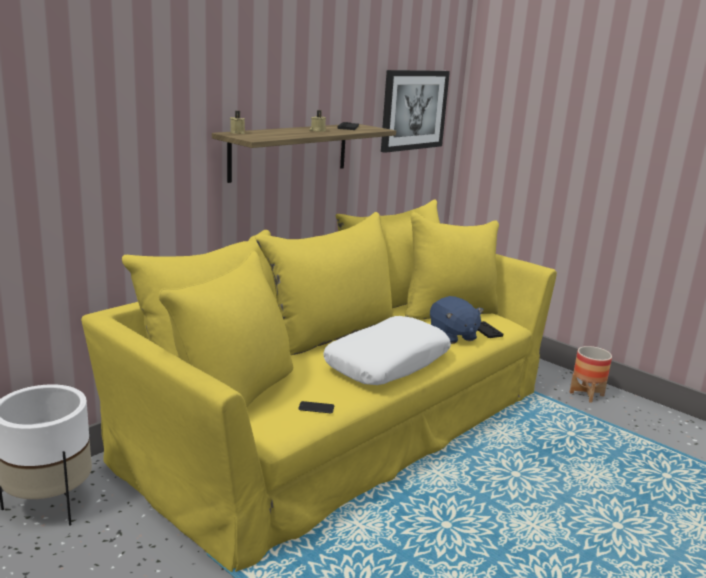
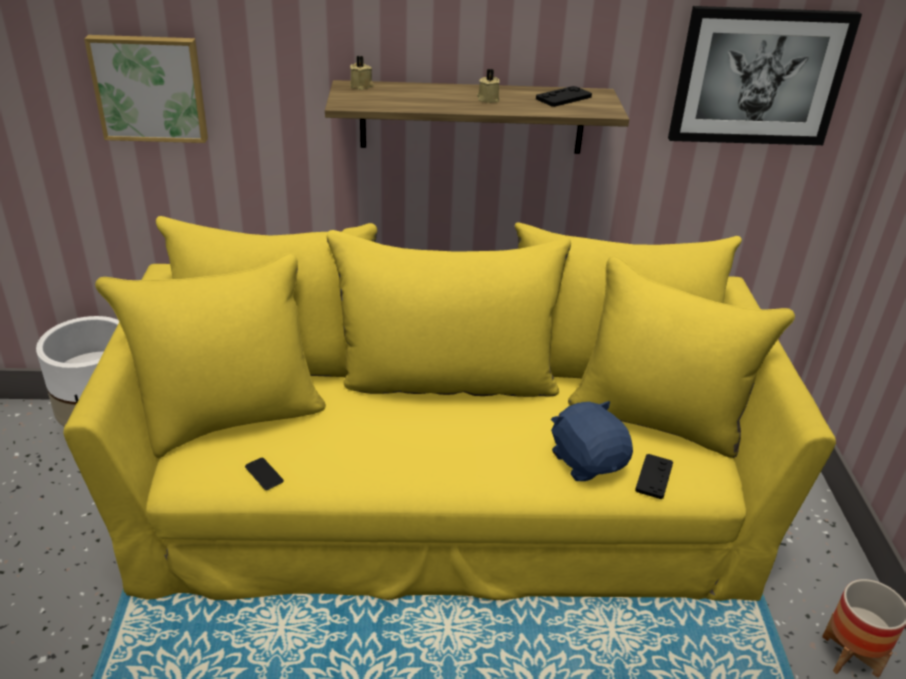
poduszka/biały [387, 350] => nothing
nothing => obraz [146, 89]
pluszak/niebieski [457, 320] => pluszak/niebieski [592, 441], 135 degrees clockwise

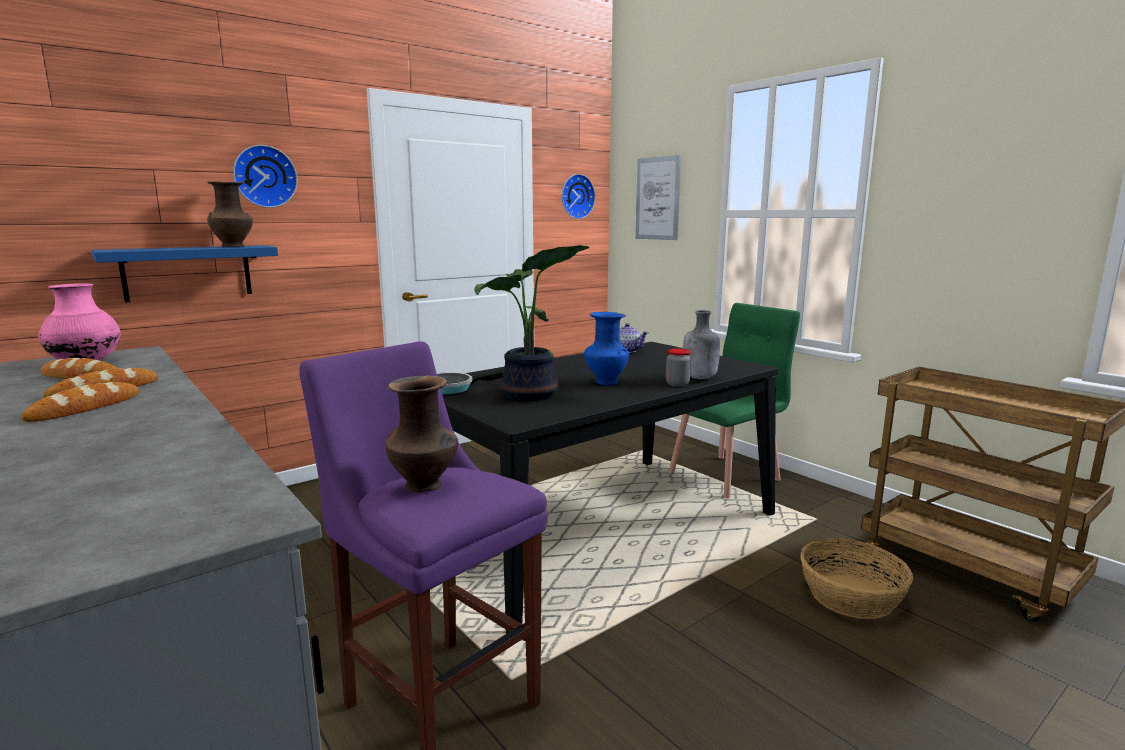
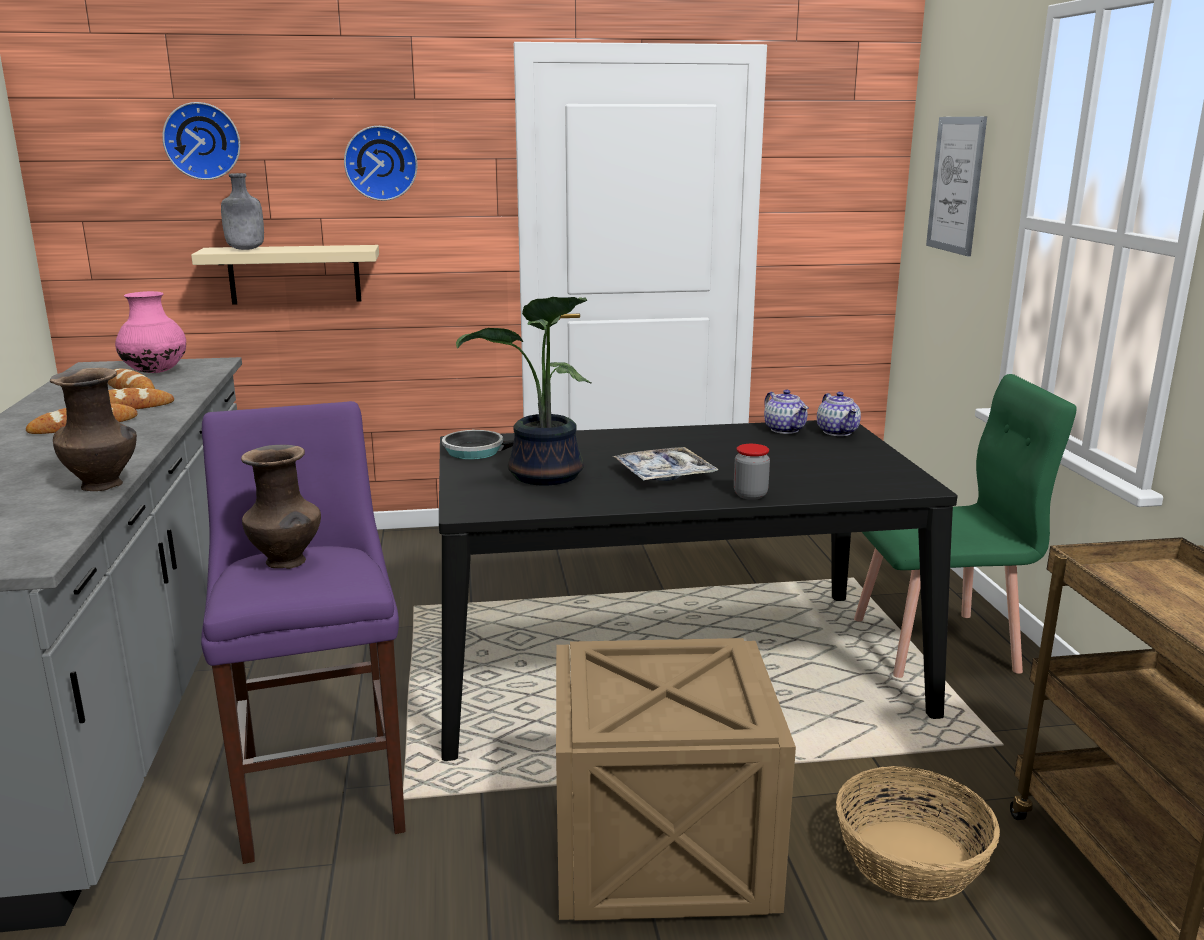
nothing => skrzynka [676, 779]
nothing => imbryk [839, 414]
wazon/brązowy [230, 214] => wazon/brązowy [93, 429], move
zegar ścienny [578, 196] => zegar ścienny [201, 141], move
butelka/szary [701, 344] => butelka/szary [242, 211], move
wazon/niebieski [606, 348] => taca [666, 464]
półka/niebieski [185, 274] => półka/beżowy [285, 274]

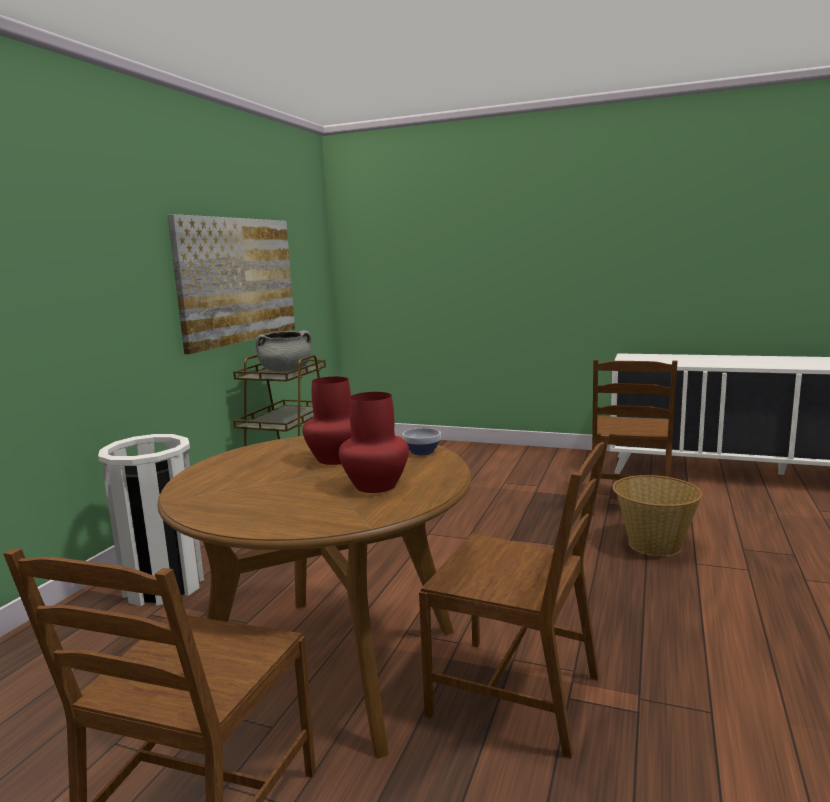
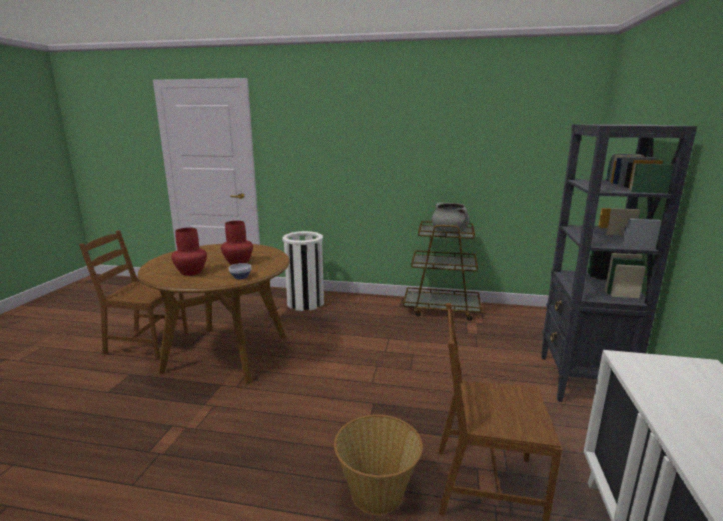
obraz [231, 284] => nothing
krzesło/brązowy [514, 596] => nothing
nothing => regał/czarny [619, 263]

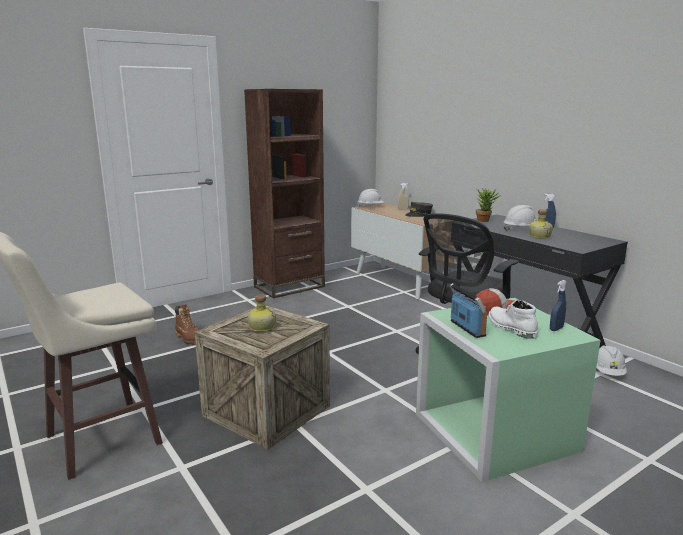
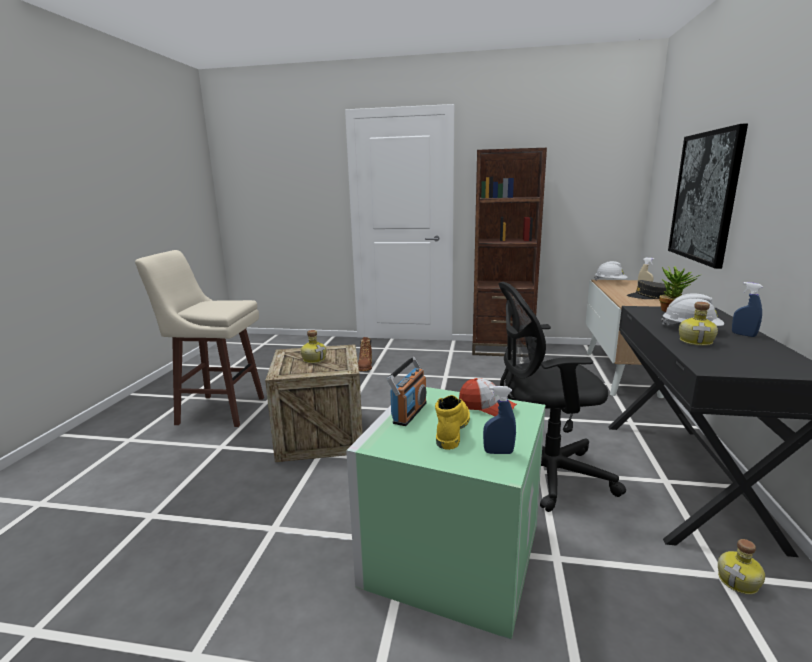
nothing => obraz [708, 196]
kask/biały [611, 360] => butelka [741, 567]
but z cholewką/biały [513, 319] => but z cholewką/żółty [452, 422]

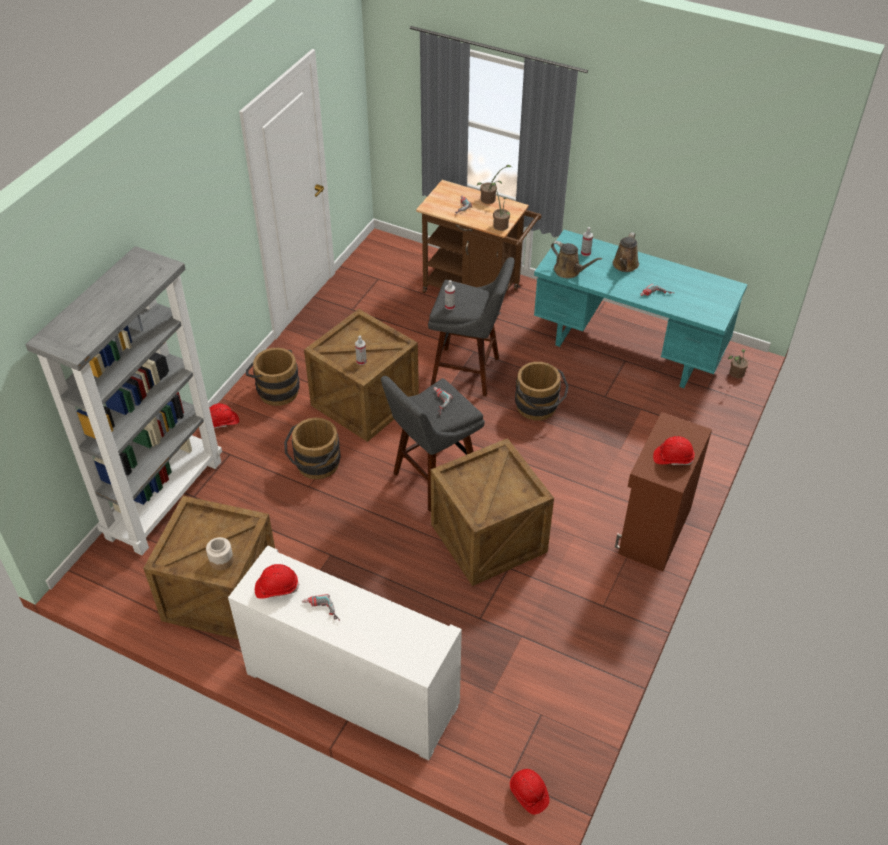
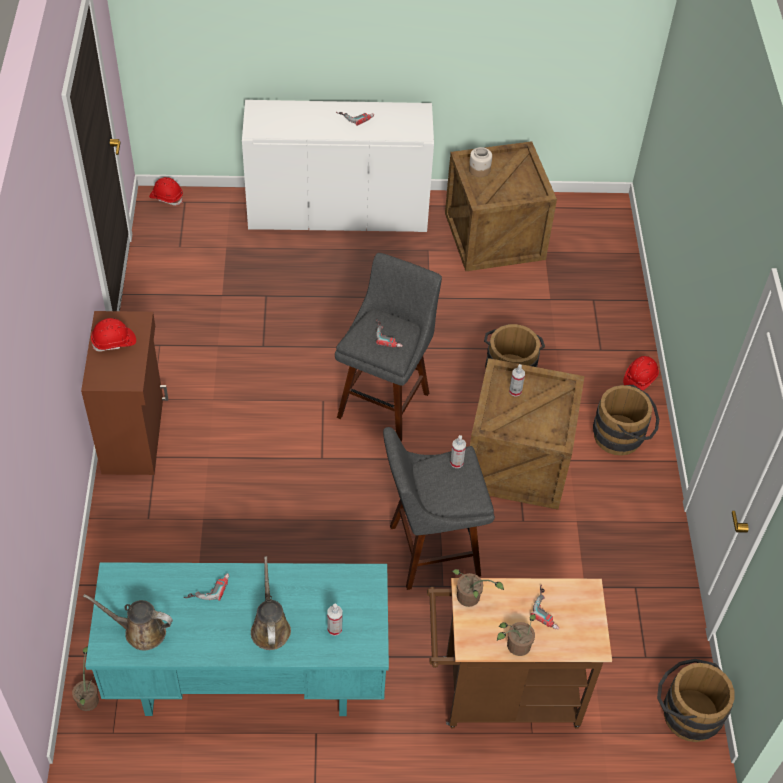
regał/szary [123, 400] => nothing
kask/czerwony [277, 581] => nothing
skrzynka [492, 512] => nothing
wiadro/brązowy [542, 391] => wiadro/brązowy [696, 700], move
konewka/brązowy [576, 259] => konewka/brązowy [128, 622], move

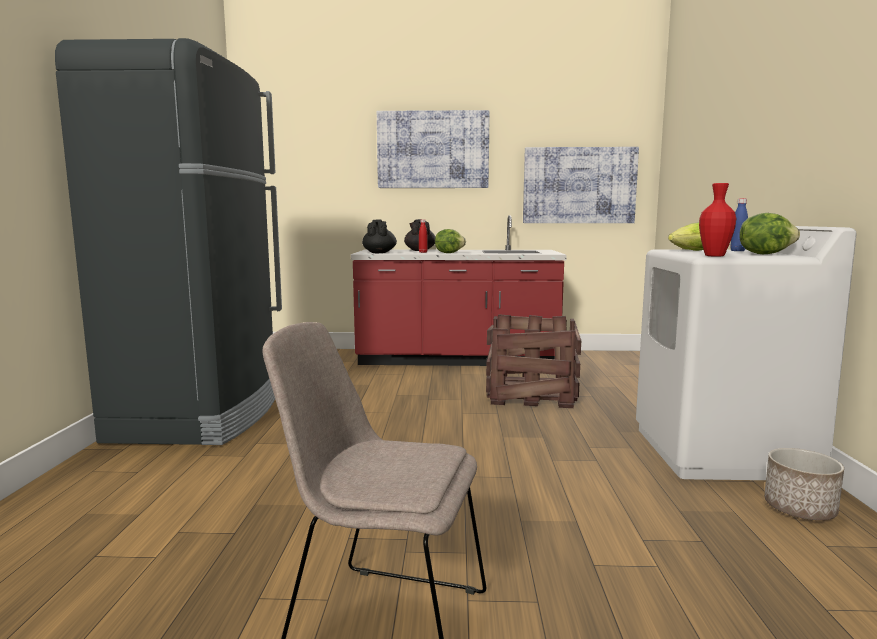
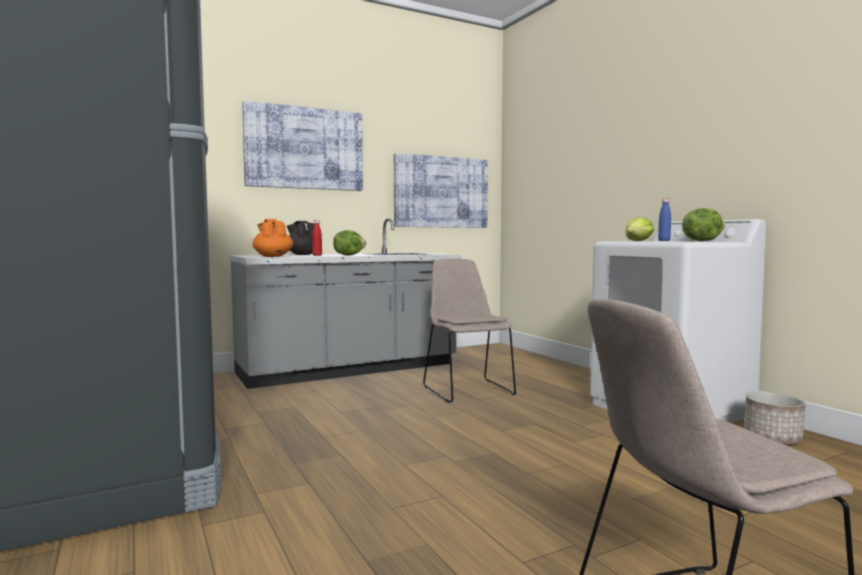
wazon/czerwony [717, 220] => nothing
skrzynka [533, 361] => krzesło/beżowy [469, 330]
zabudowa kuchenna/czerwony [459, 290] => zabudowa kuchenna/szary [344, 303]
imbryk/czarny [379, 236] => imbryk/pomarańczowy [273, 238]

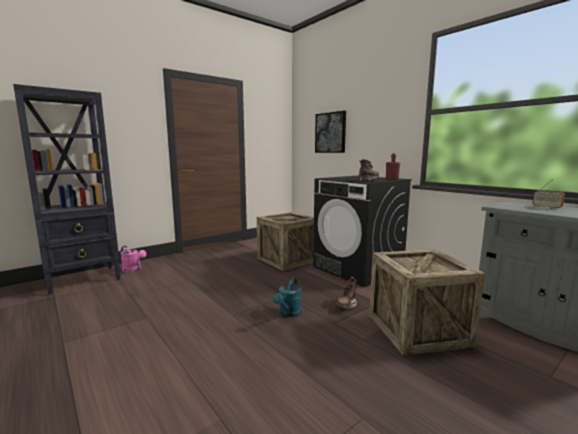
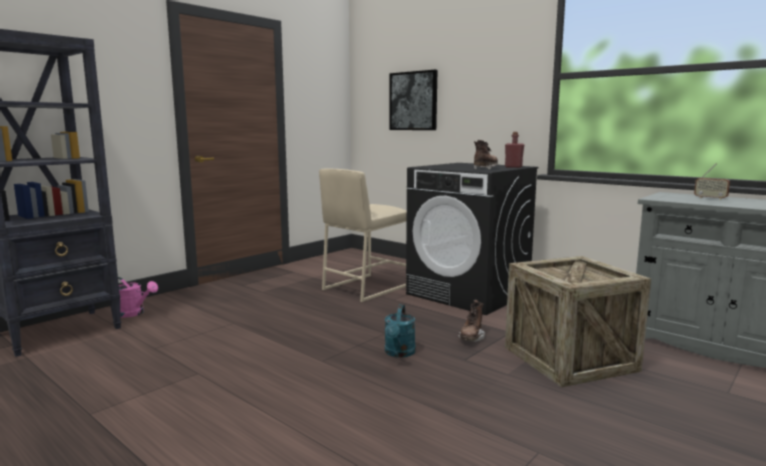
skrzynka [285, 241] => stołek/beżowy [363, 235]

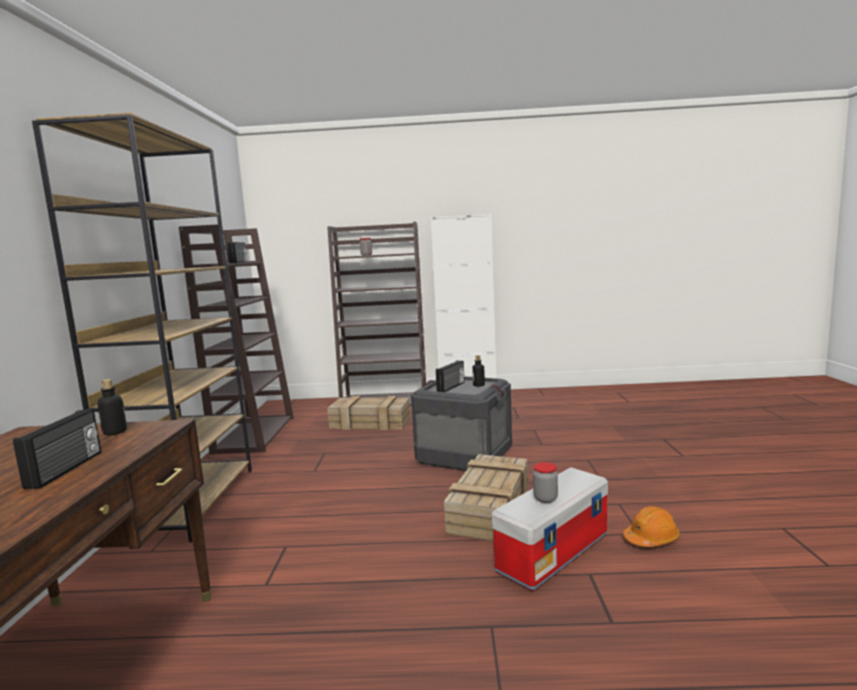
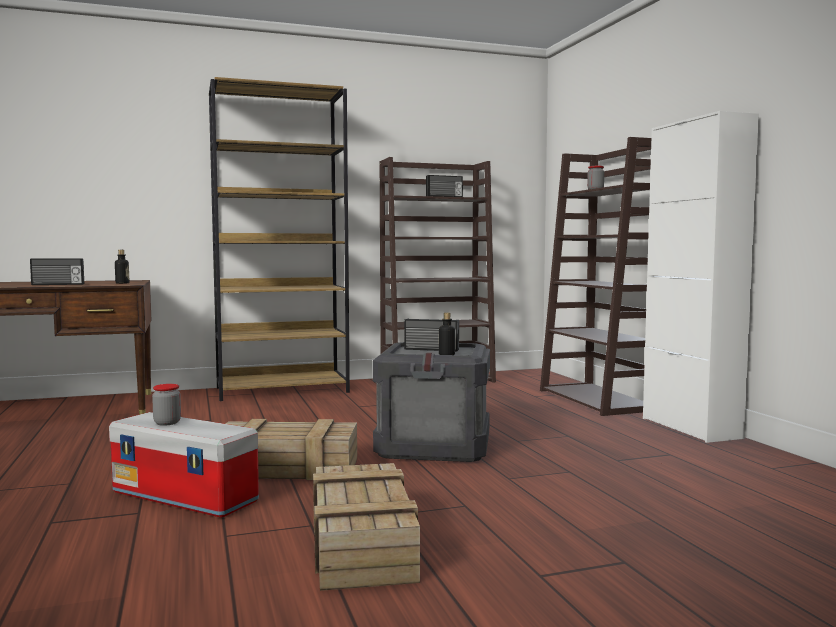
kask/pomarańczowy [651, 526] => nothing
skrzynka [368, 413] => skrzynka [366, 527], move

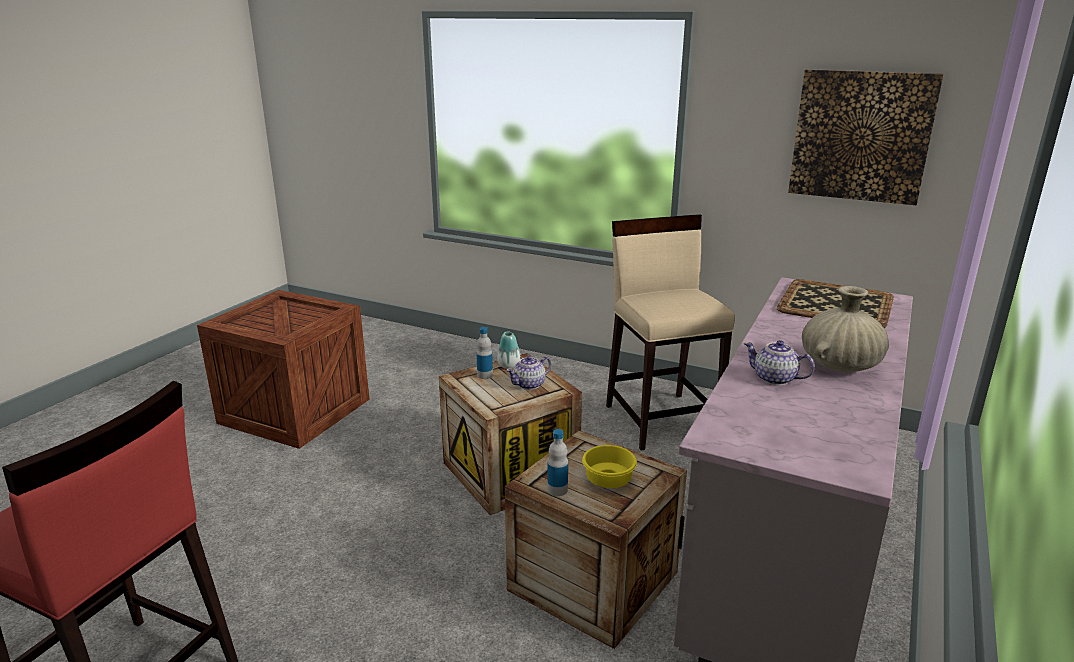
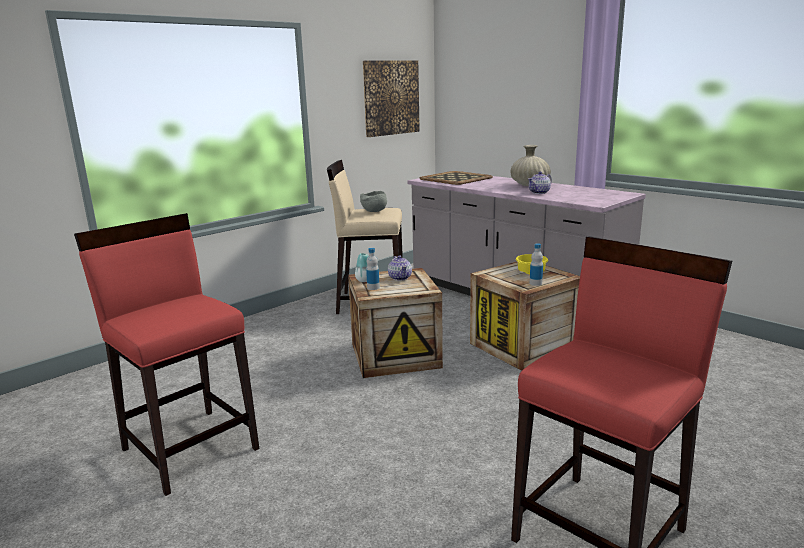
nothing => miska/szary [373, 201]
skrzynka [283, 369] => stołek/czerwony [166, 354]

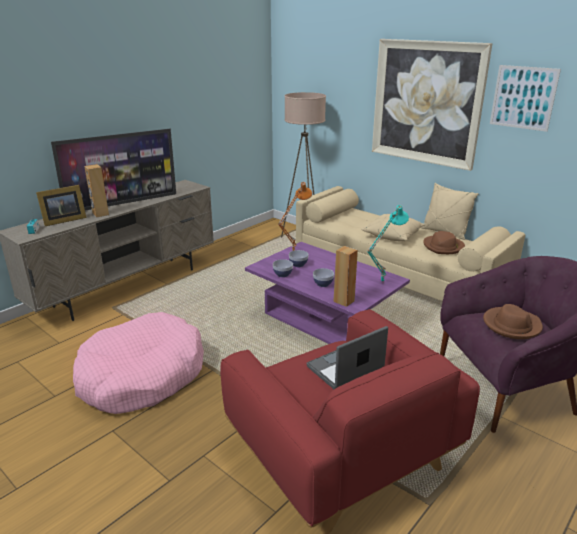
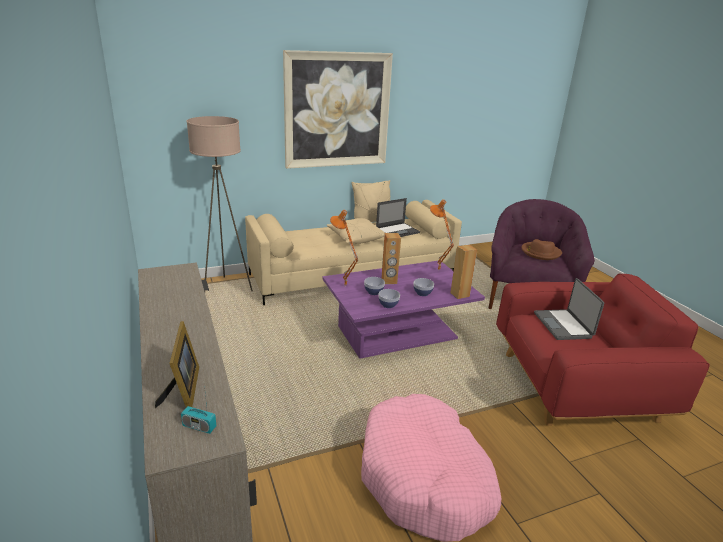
telewizor [113, 170] => nothing
obraz [525, 98] => nothing
głośnik/brązowy [96, 190] => głośnik/brązowy [391, 258], move
kapelusz/brązowy [444, 242] => laptop [398, 217]
lampa stołowa/turkusowy [388, 244] => lampa stołowa/pomarańczowy [442, 235]

